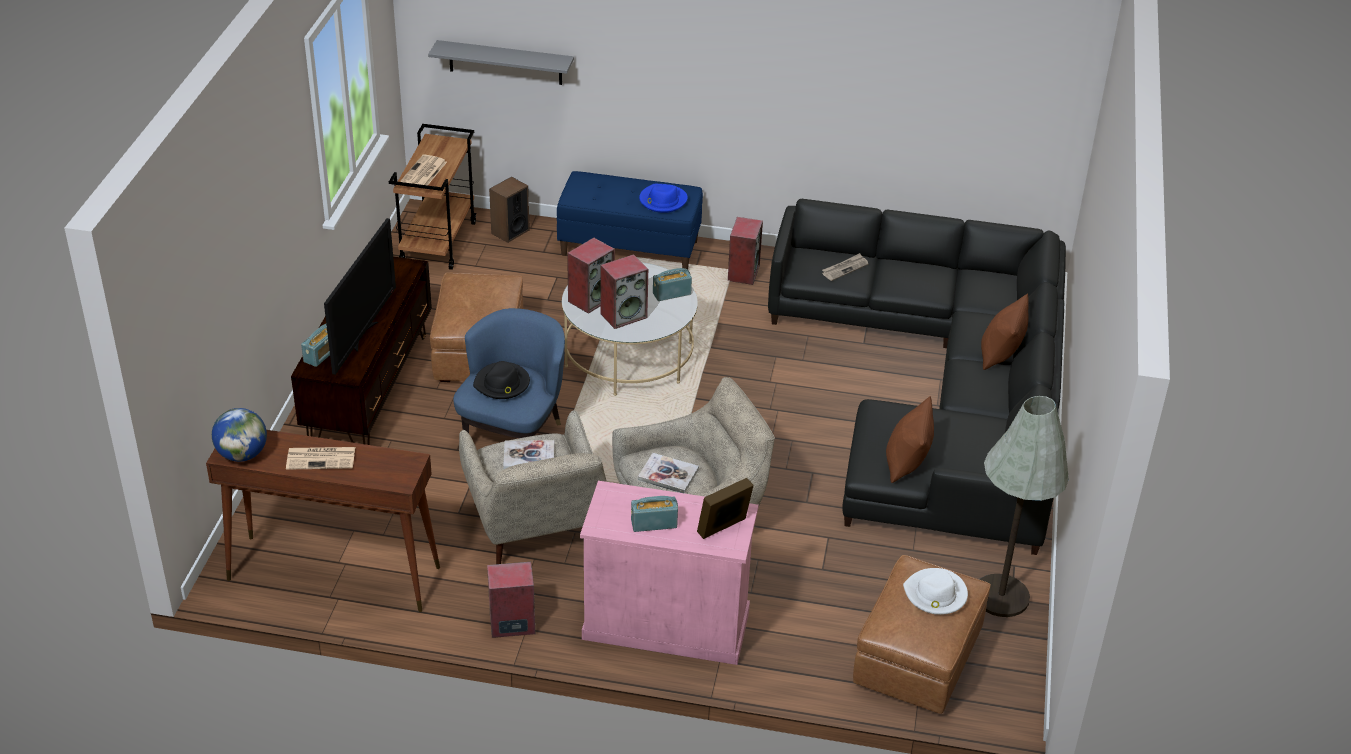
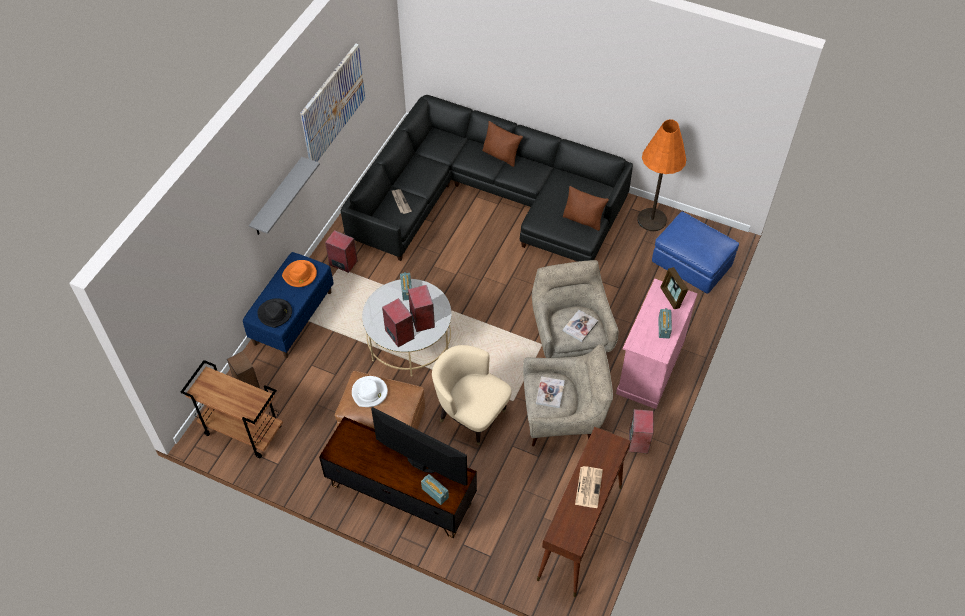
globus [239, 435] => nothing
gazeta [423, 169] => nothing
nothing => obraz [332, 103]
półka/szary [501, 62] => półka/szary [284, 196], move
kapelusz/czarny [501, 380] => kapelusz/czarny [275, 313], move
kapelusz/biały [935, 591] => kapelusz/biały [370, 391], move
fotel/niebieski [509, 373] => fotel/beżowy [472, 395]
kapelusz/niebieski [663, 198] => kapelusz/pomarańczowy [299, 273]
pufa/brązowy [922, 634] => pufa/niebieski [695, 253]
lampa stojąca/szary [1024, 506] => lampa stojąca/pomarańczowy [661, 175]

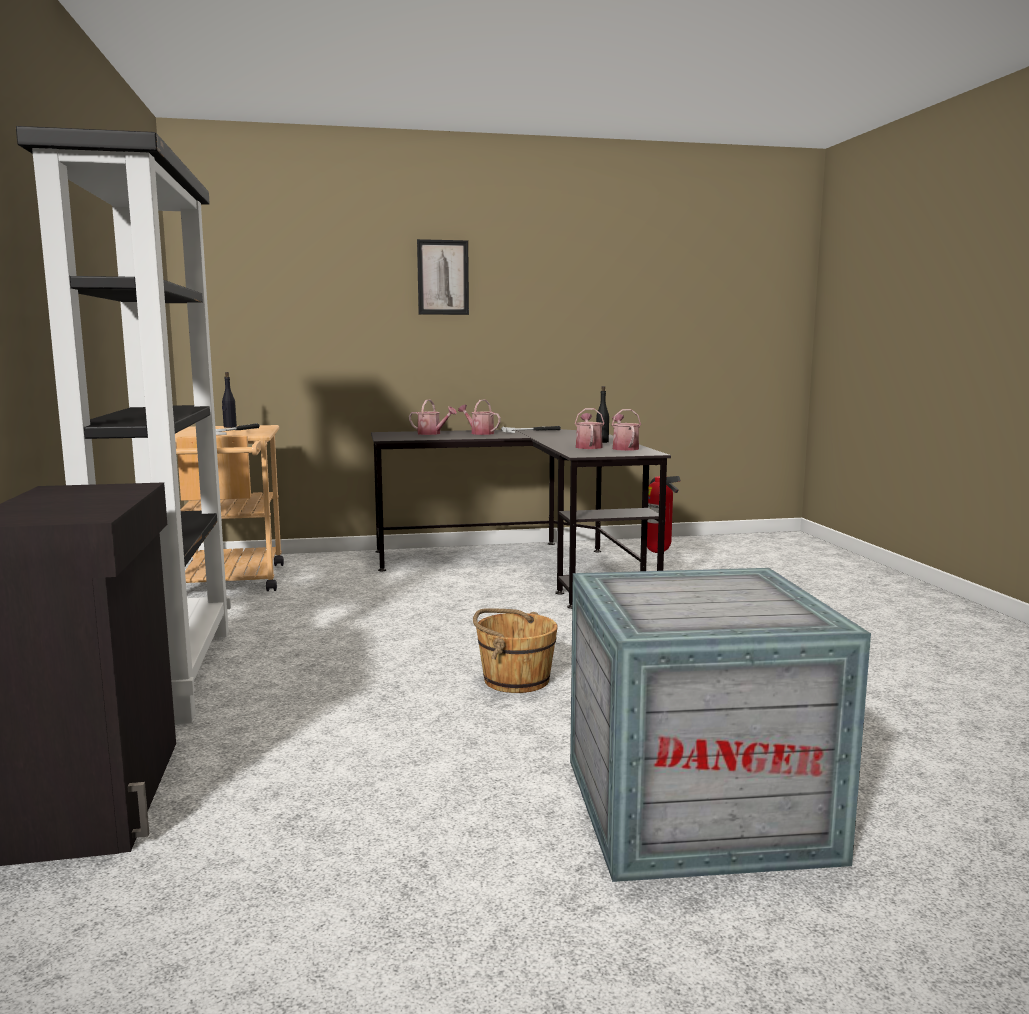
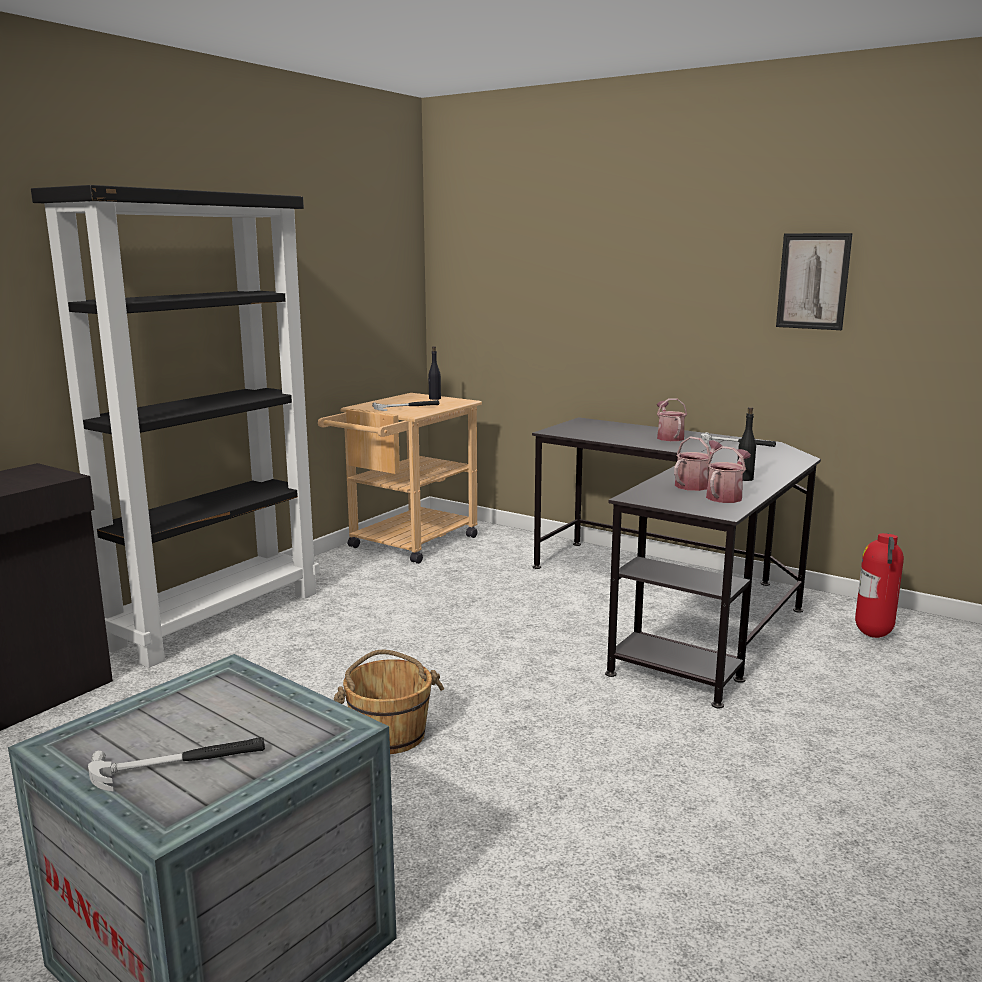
konewka [433, 417] => nothing
nothing => młotek [176, 764]
obraz [443, 277] => obraz [814, 281], move

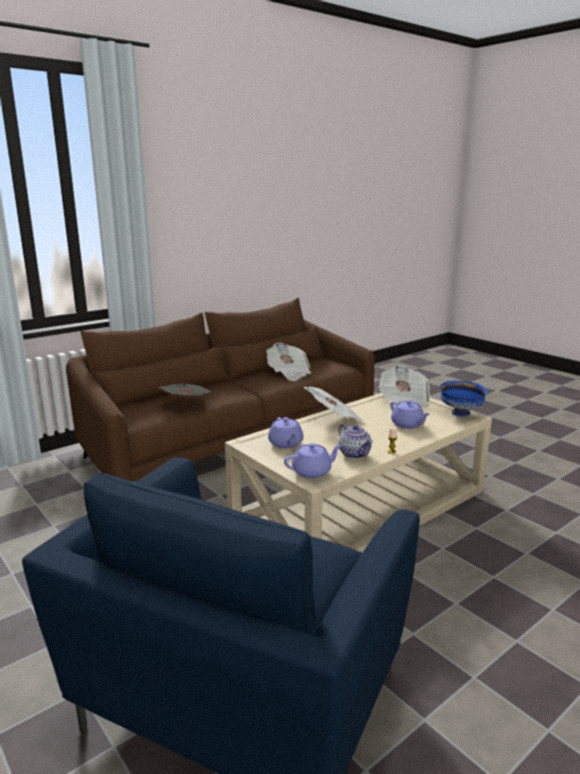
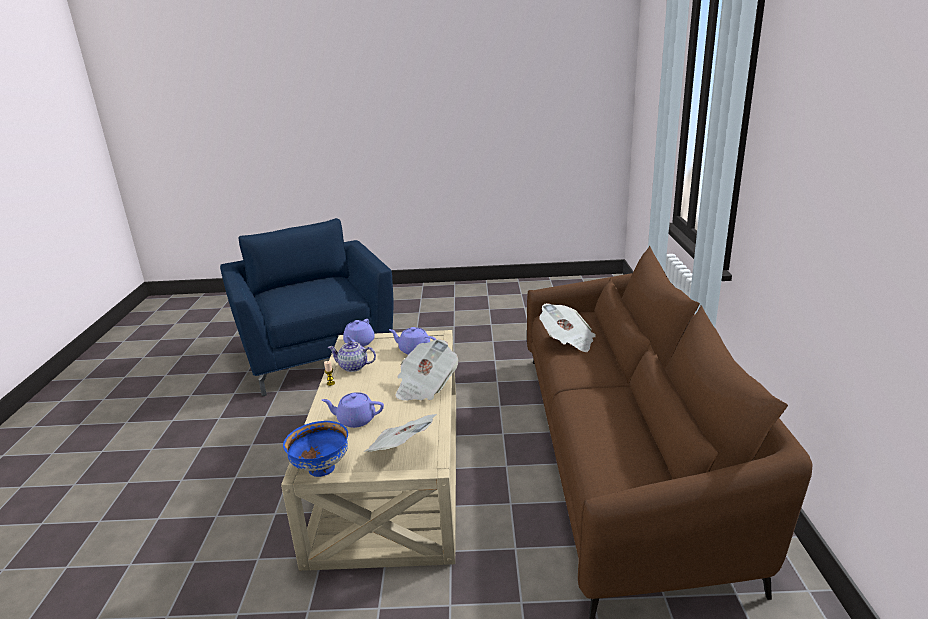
gazeta [288, 362] => nothing

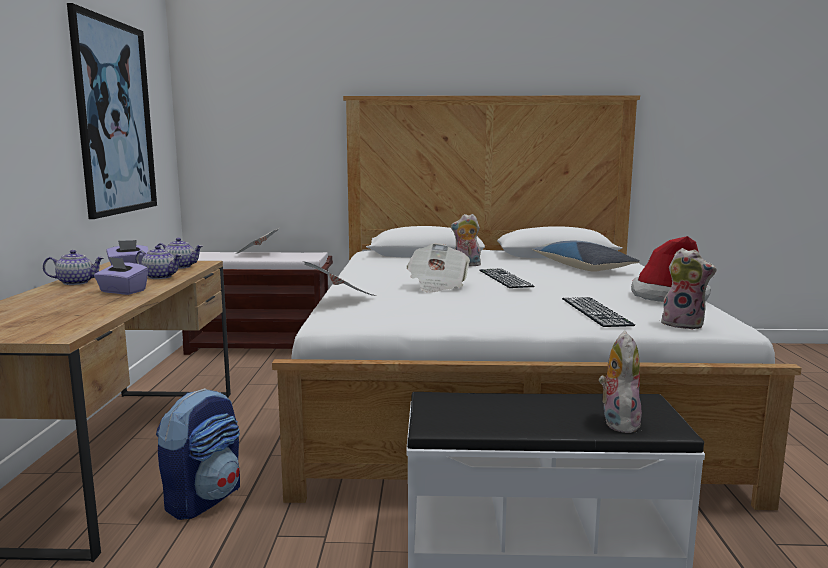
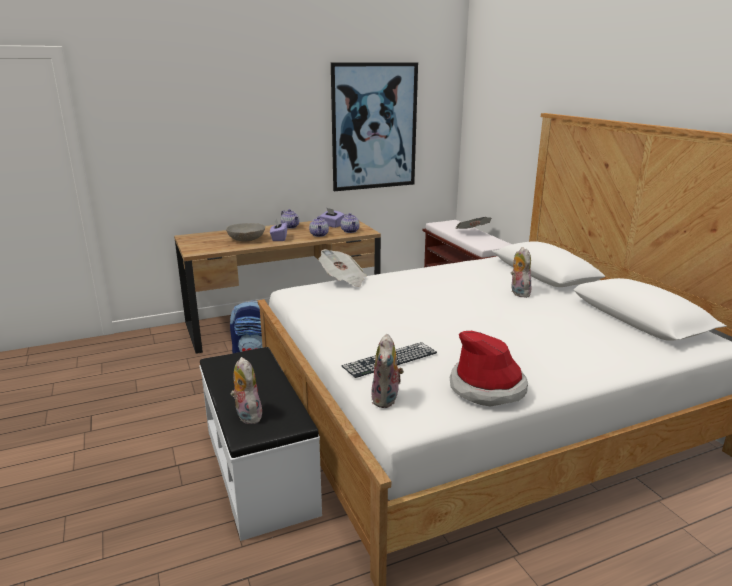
gazeta [438, 267] => nothing
klawiatura [507, 278] => nothing
poduszka [586, 256] => nothing
nothing => miska/szary [245, 232]
pluszak [620, 382] => pluszak [246, 390], 105 degrees counterclockwise

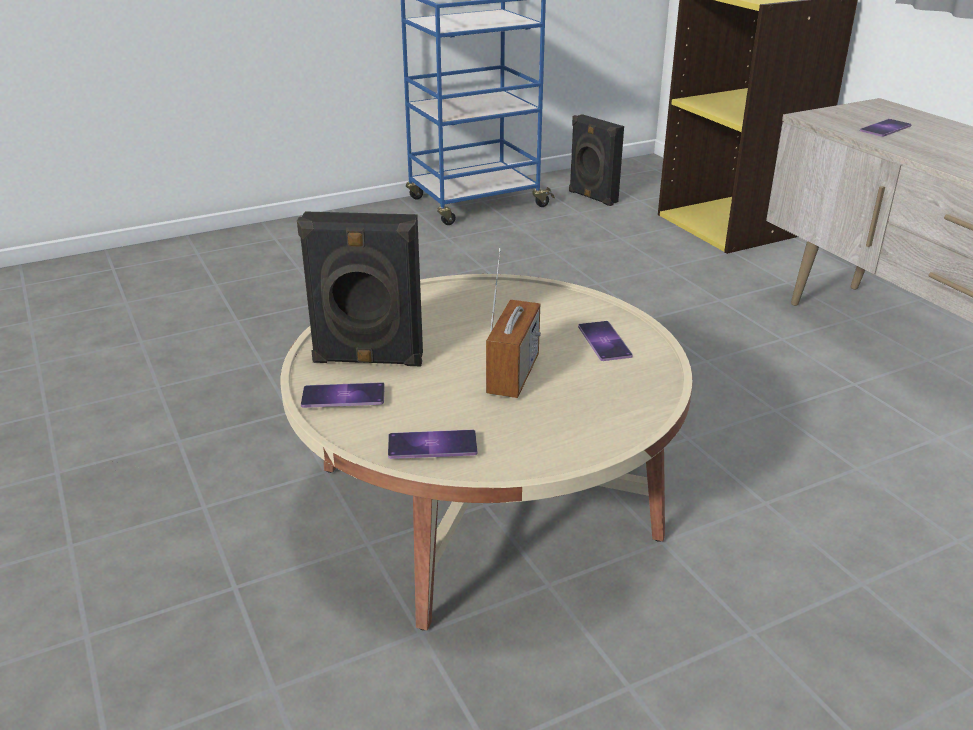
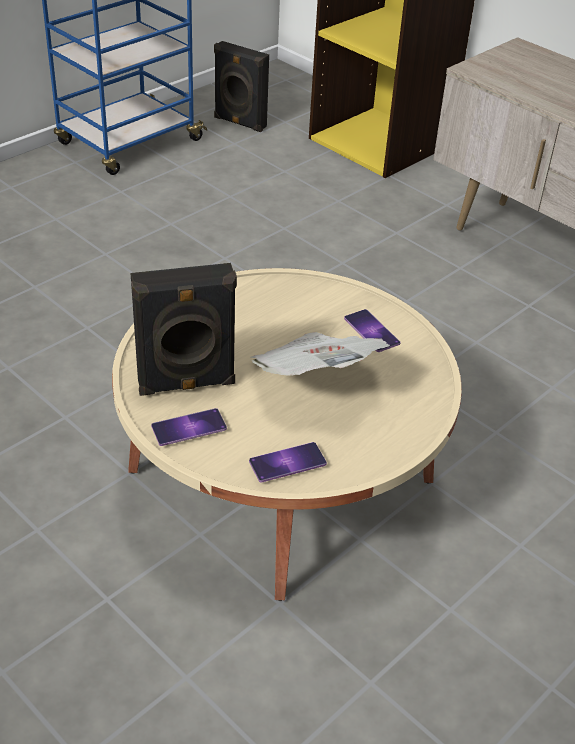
telefon [886, 128] => nothing
radio [513, 323] => gazeta [320, 353]

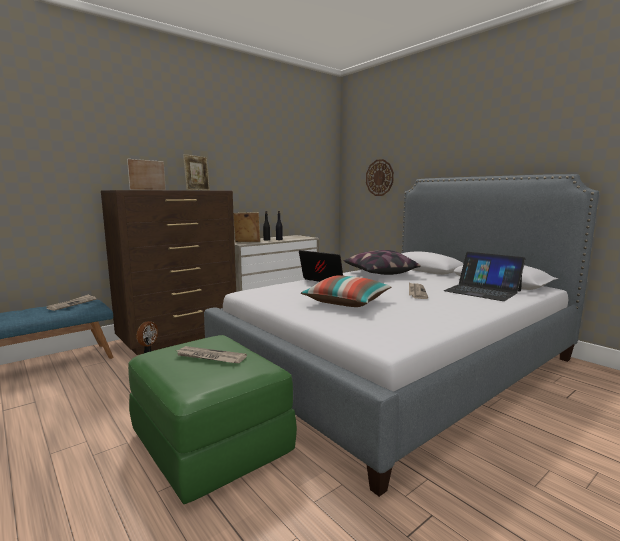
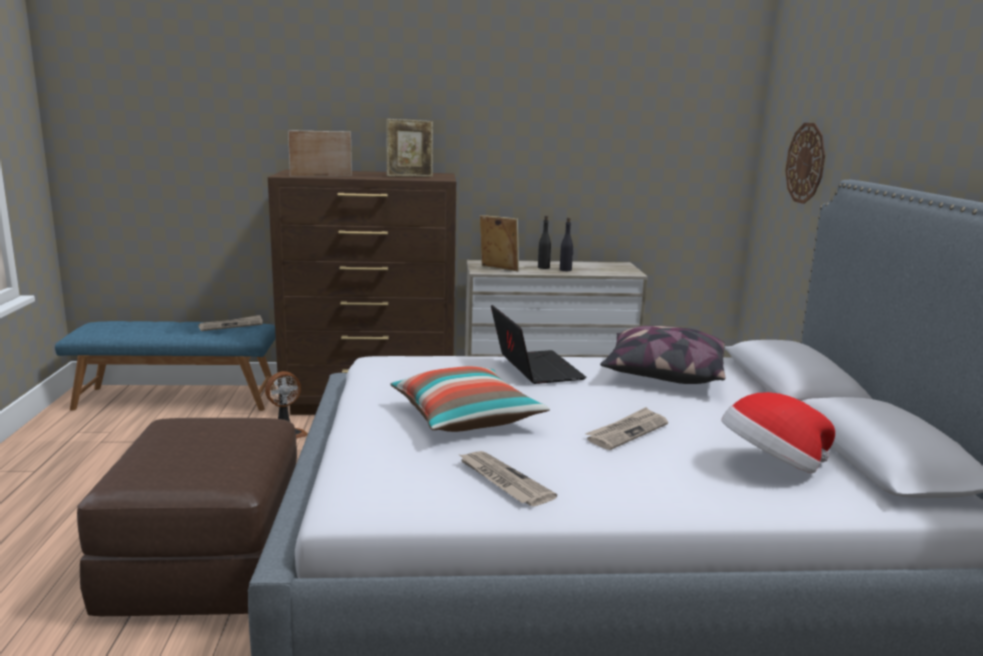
gazeta [210, 354] => gazeta [507, 478], move
laptop [484, 276] => kapelusz [778, 432]
pufa/zielony [212, 419] => pufa/brązowy [187, 517]

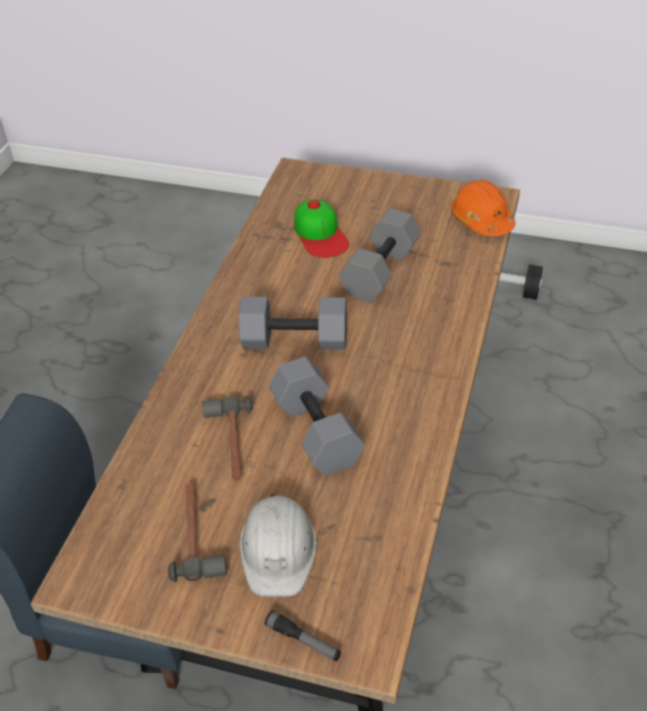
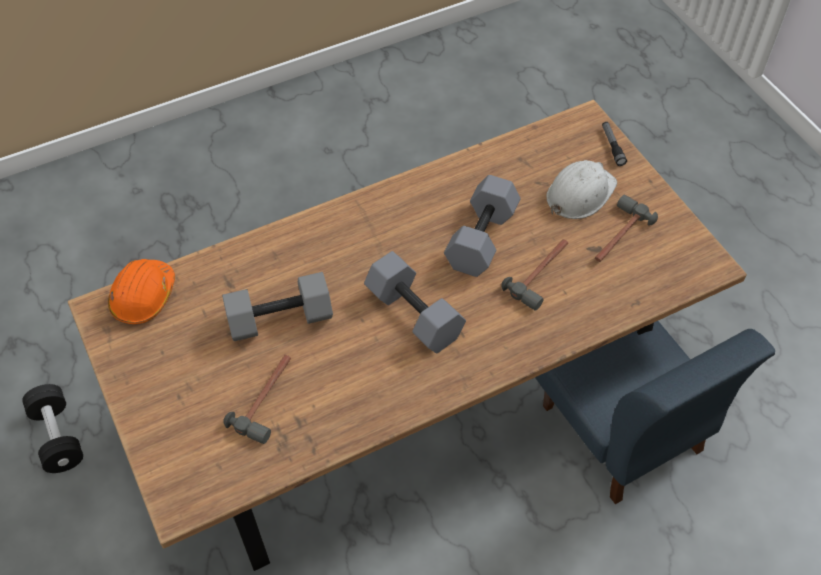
czapka z daszkiem [321, 228] => młotek [257, 399]

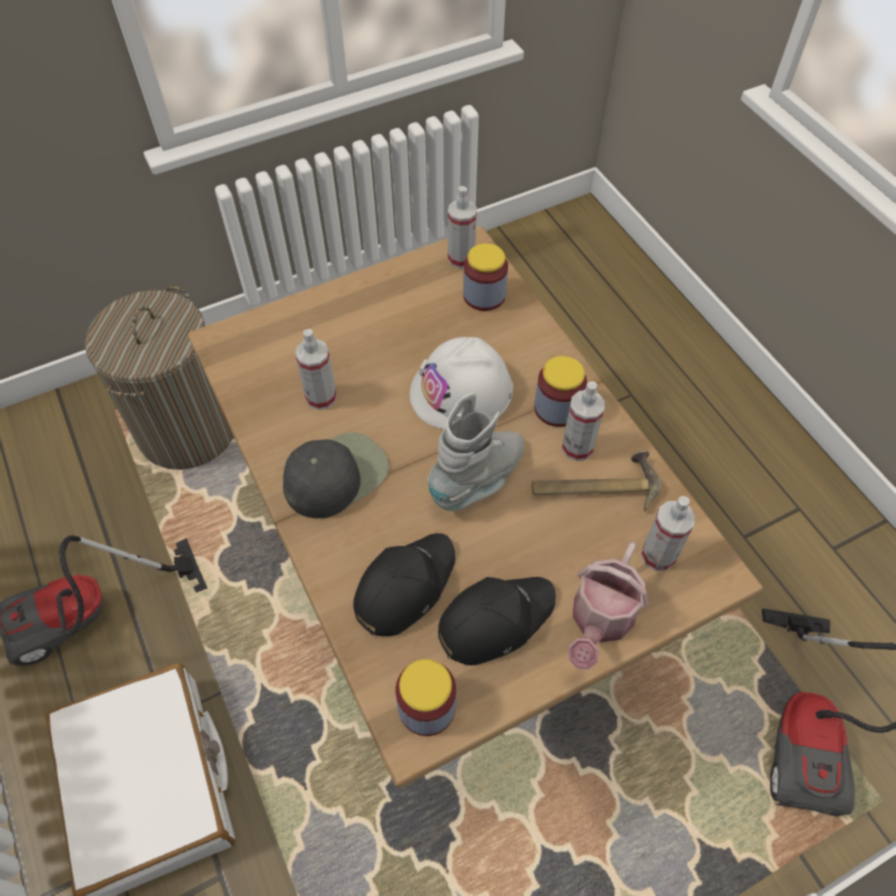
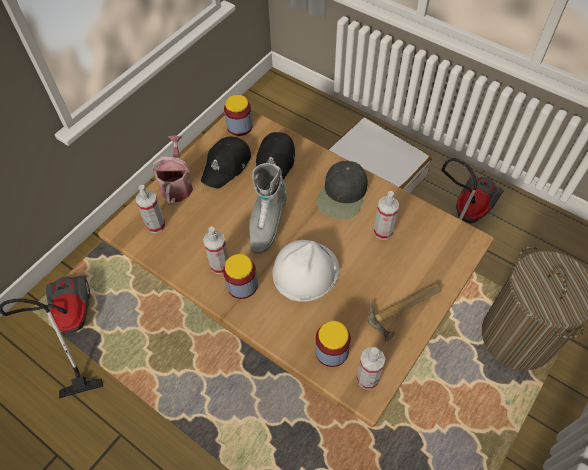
młotek [596, 481] => młotek [404, 312], move

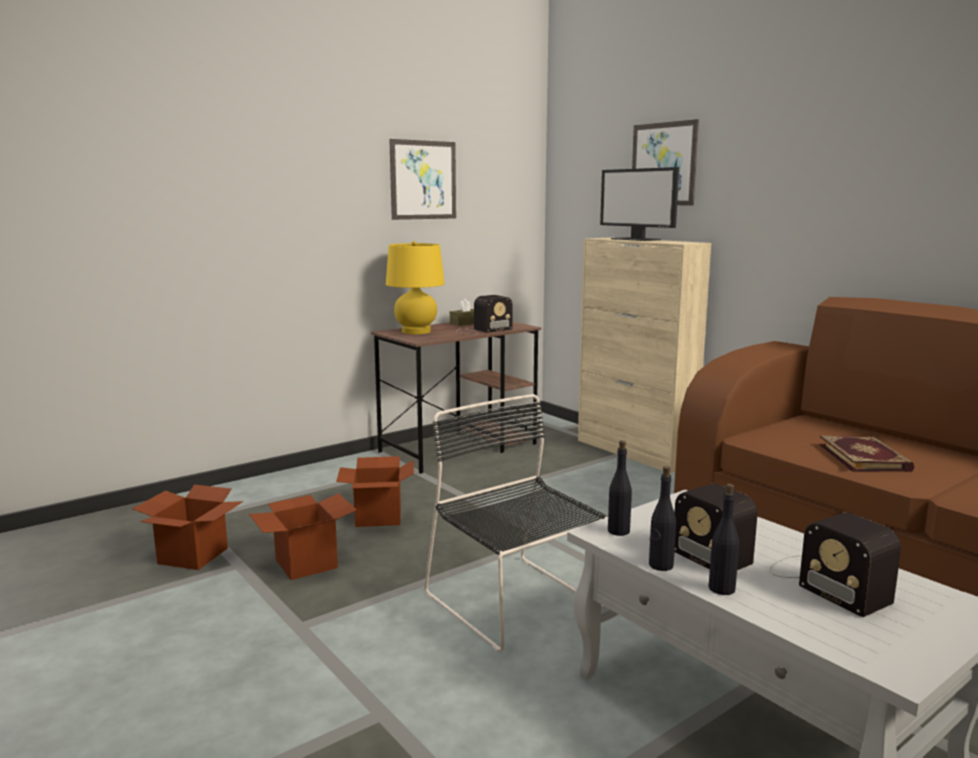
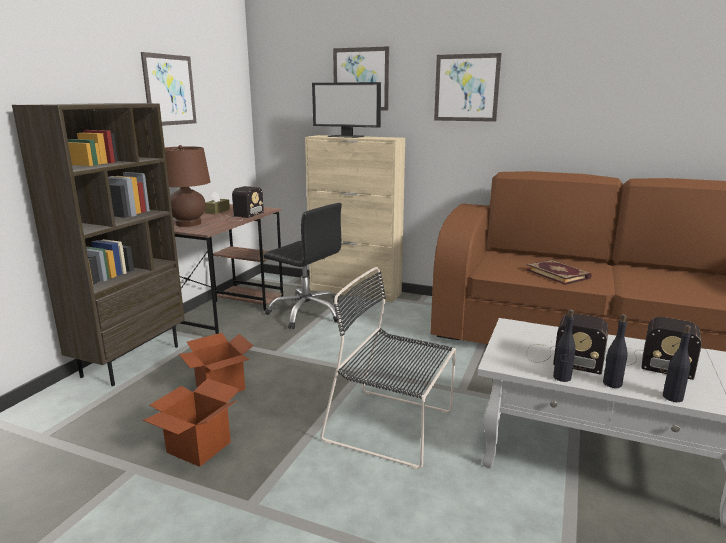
karton [187, 527] => nothing
nothing => regał/brązowy [98, 244]
nothing => krzesło biurowe/czarny [302, 266]
nothing => obraz [468, 87]
butelka/czarny [620, 488] => butelka/czarny [677, 363], move
lampa stołowa/żółty [415, 287] => lampa stołowa/brązowy [187, 186]

